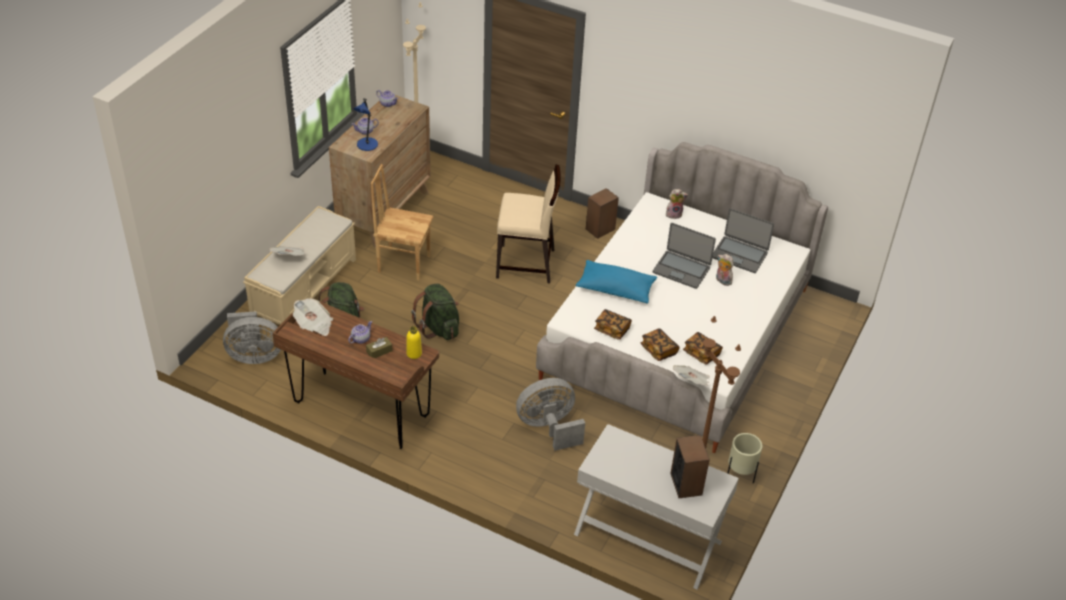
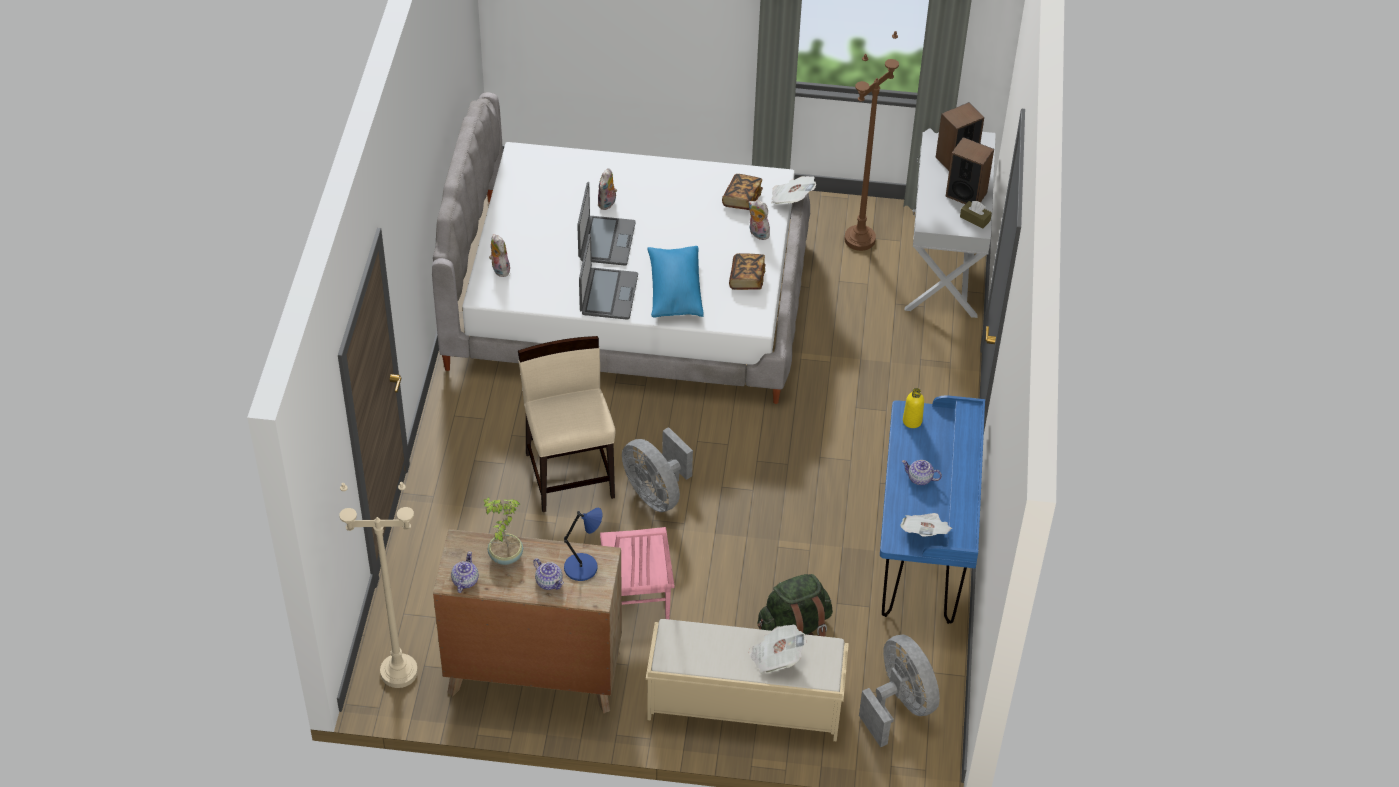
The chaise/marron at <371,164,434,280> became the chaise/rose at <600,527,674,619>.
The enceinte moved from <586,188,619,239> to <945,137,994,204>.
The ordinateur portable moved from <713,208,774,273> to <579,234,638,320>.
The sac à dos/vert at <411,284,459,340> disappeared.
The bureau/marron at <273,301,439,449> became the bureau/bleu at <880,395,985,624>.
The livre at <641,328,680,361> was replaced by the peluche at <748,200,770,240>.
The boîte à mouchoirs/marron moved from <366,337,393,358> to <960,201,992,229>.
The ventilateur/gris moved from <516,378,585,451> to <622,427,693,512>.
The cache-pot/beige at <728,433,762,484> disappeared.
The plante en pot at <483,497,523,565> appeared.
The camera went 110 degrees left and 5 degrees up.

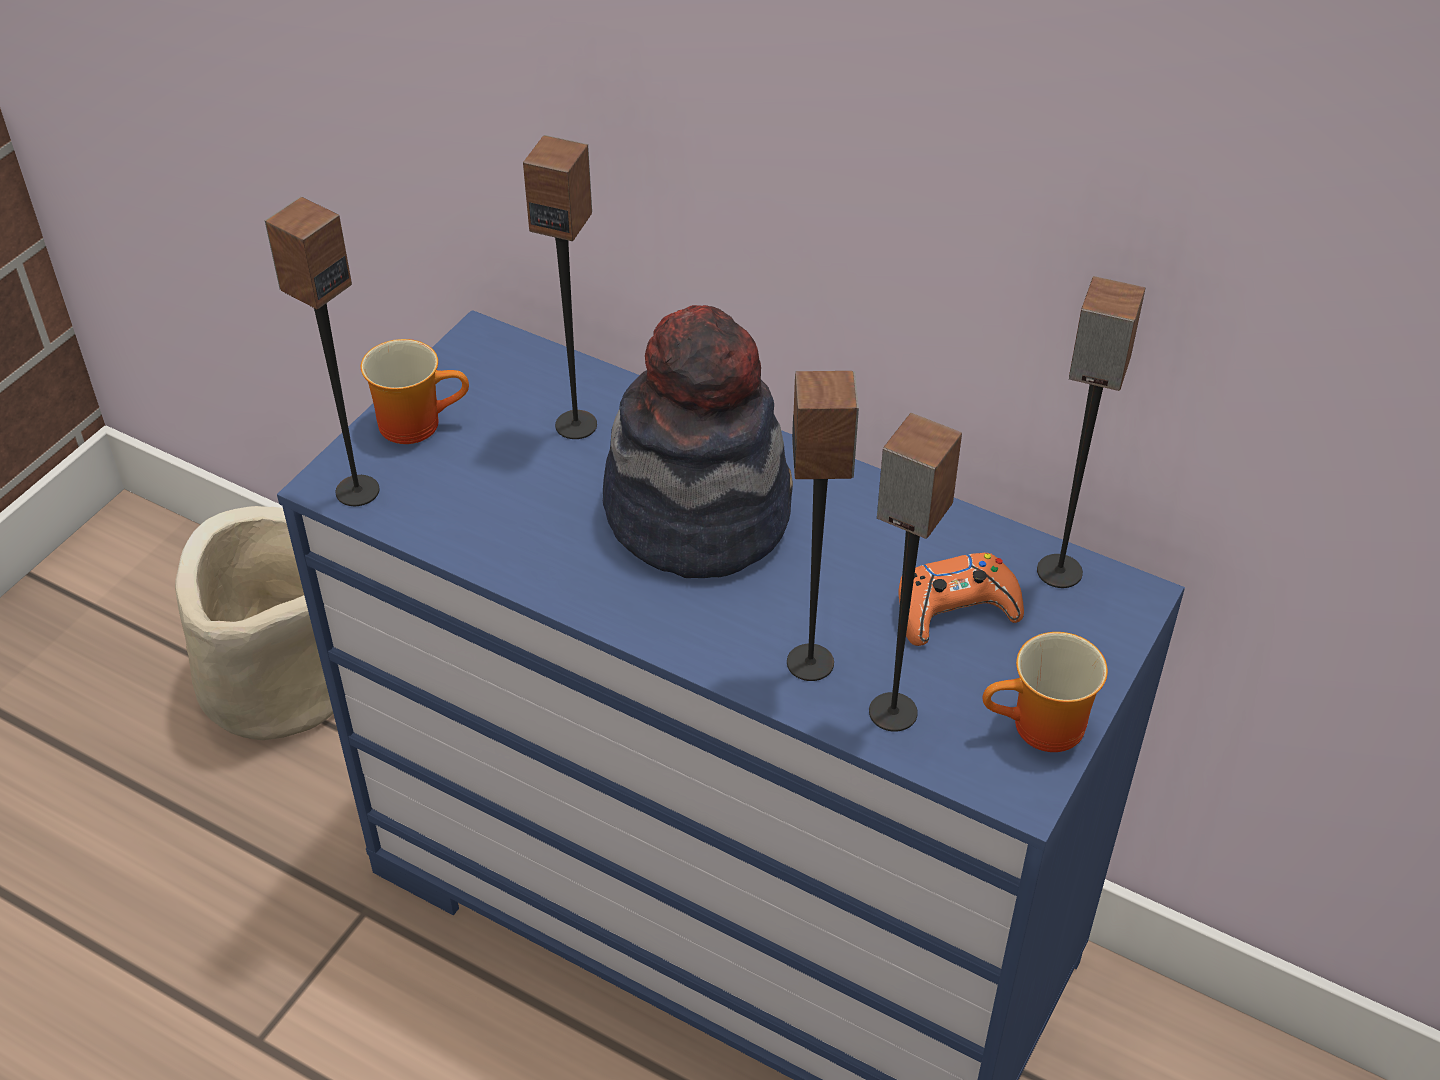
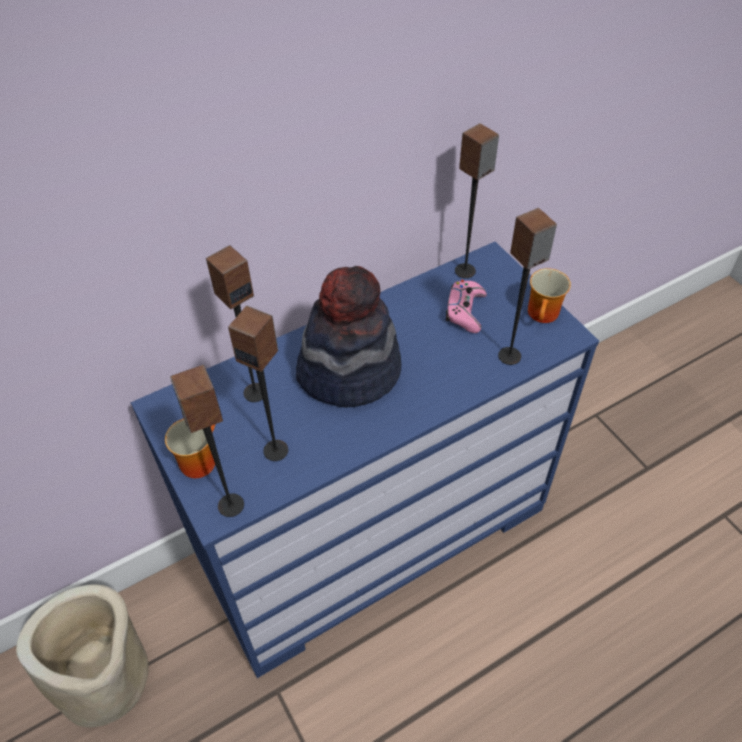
The enceinte moved from <787,371,859,681> to <228,306,288,461>.
The manette/orange at <898,553,1024,646> became the manette/rose at <446,280,487,333>.
The camera went 60 degrees left and 5 degrees up.

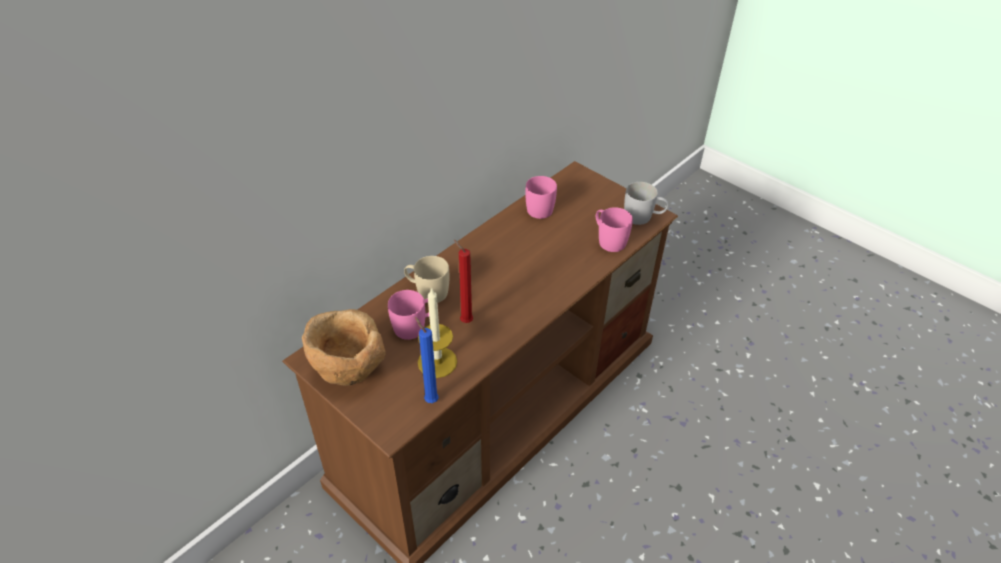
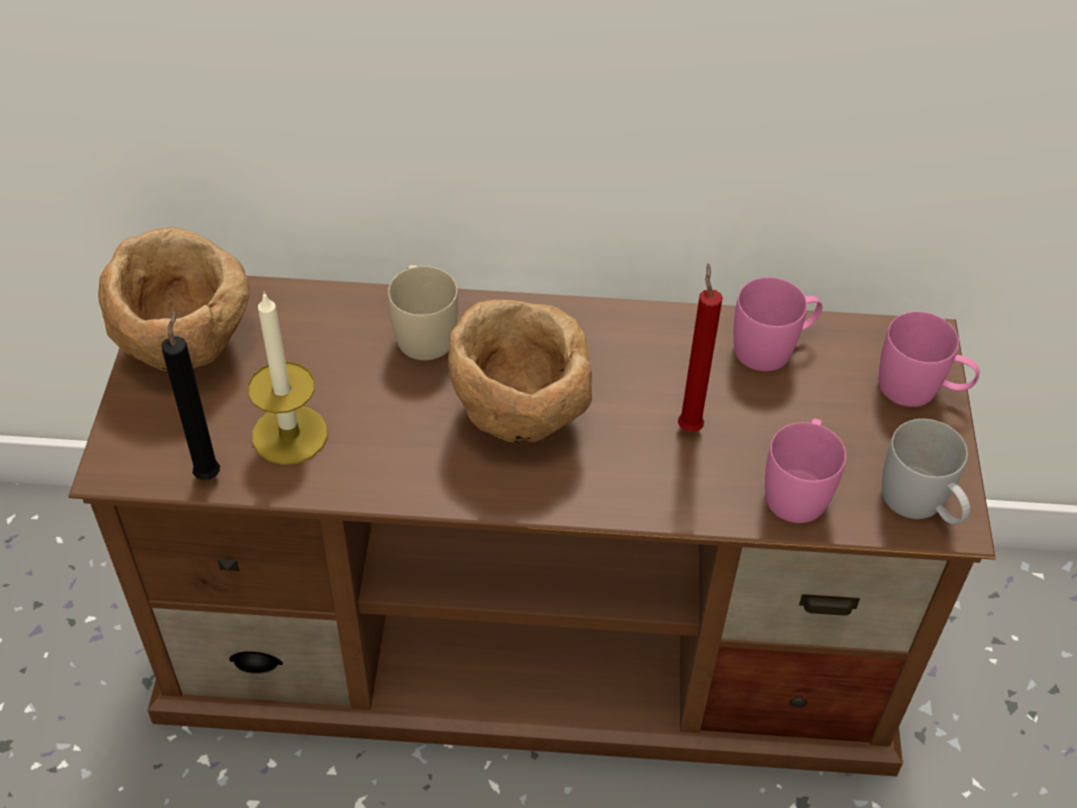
The bougie/rouge moved from <454,240,473,323> to <678,263,723,432>.
The mug/rose moved from <388,290,429,340> to <879,312,980,407>.
The bougie/bleu at <415,317,439,403> became the bougie/noir at <162,309,220,480>.
The bol/marron at <448,300,592,443> appeared.
The camera went 50 degrees right and 5 degrees up.

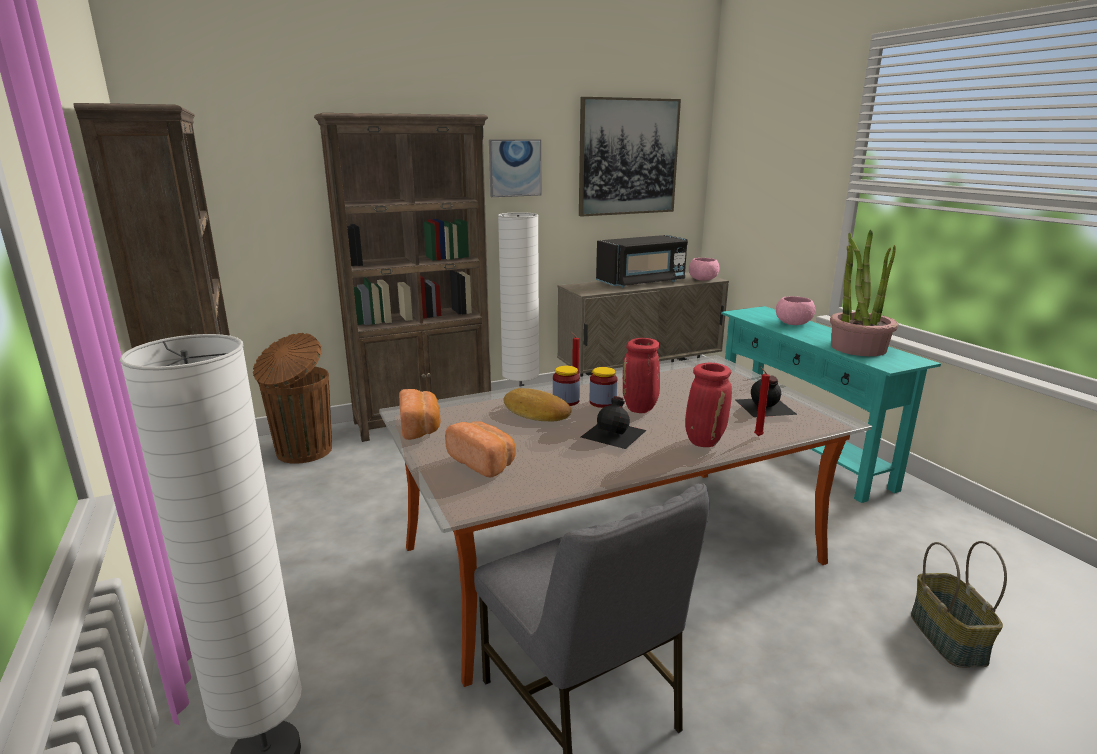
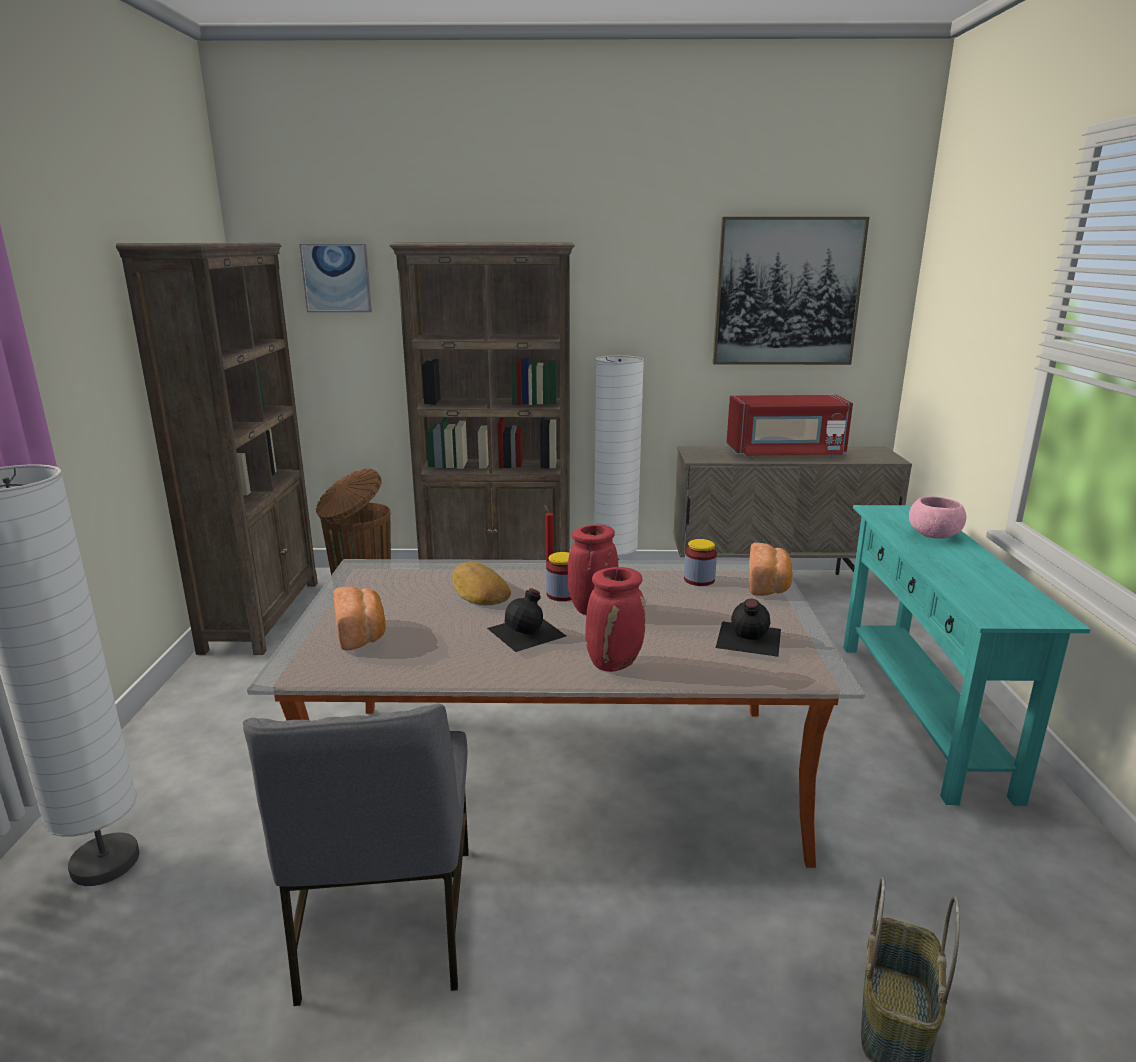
The tableau moved from <489,139,541,197> to <299,244,372,312>.
The plante en pot at <830,230,899,356> disappeared.
The micro-ondes/noir at <596,235,688,288> became the micro-ondes/rouge at <726,395,853,458>.
The bol/rose at <689,258,719,281> disappeared.
The bocal moved from <553,366,580,406> to <684,539,717,586>.
The bougie/rouge at <754,366,770,436> disappeared.
The pain moved from <399,389,441,440> to <749,542,793,596>.
The camera went 25 degrees right and 0 degrees up.

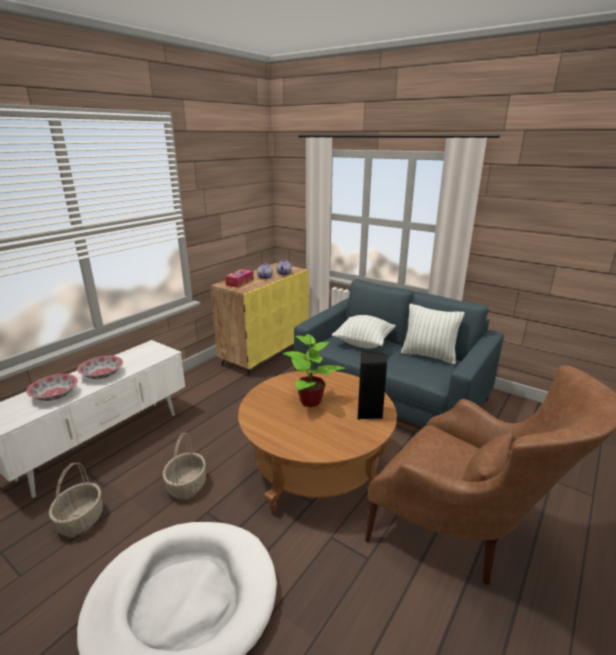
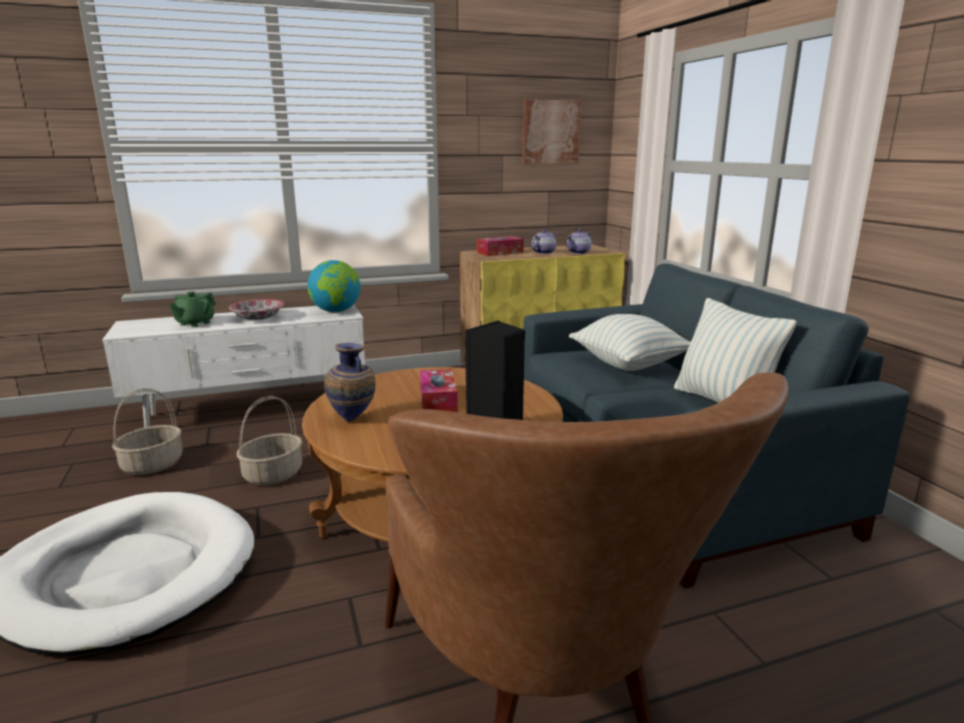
The plante en pot at <282,334,346,407> was replaced by the boîte à mouchoirs at <420,369,458,412>.
The bol at <26,374,78,401> was replaced by the théière/vert at <169,292,216,327>.
The tableau at <522,99,582,164> appeared.
The globe at <307,260,360,312> appeared.
The vase at <324,343,376,422> appeared.
The camera went 35 degrees right and 5 degrees down.

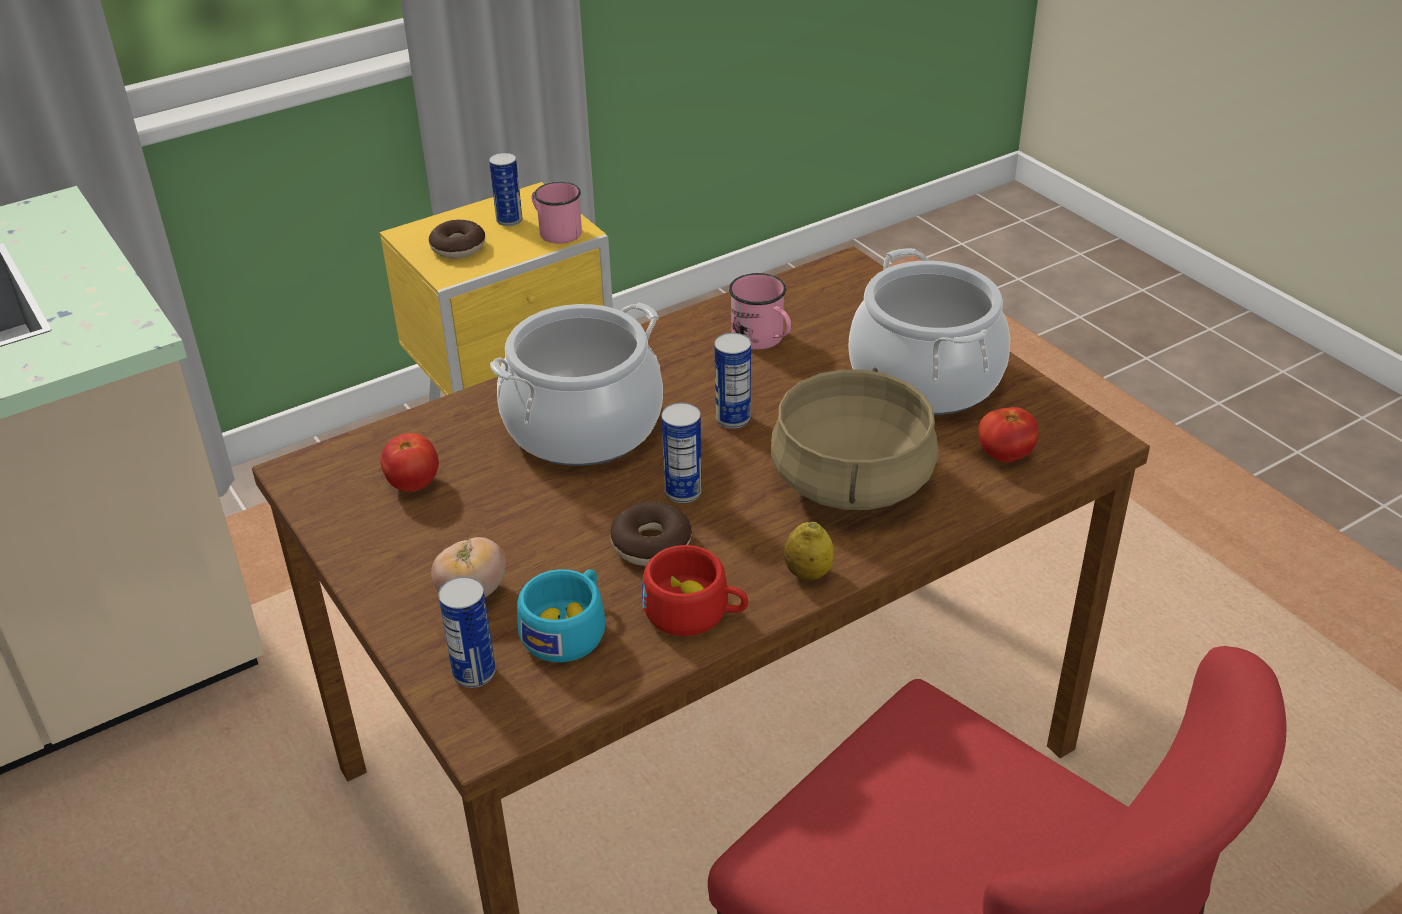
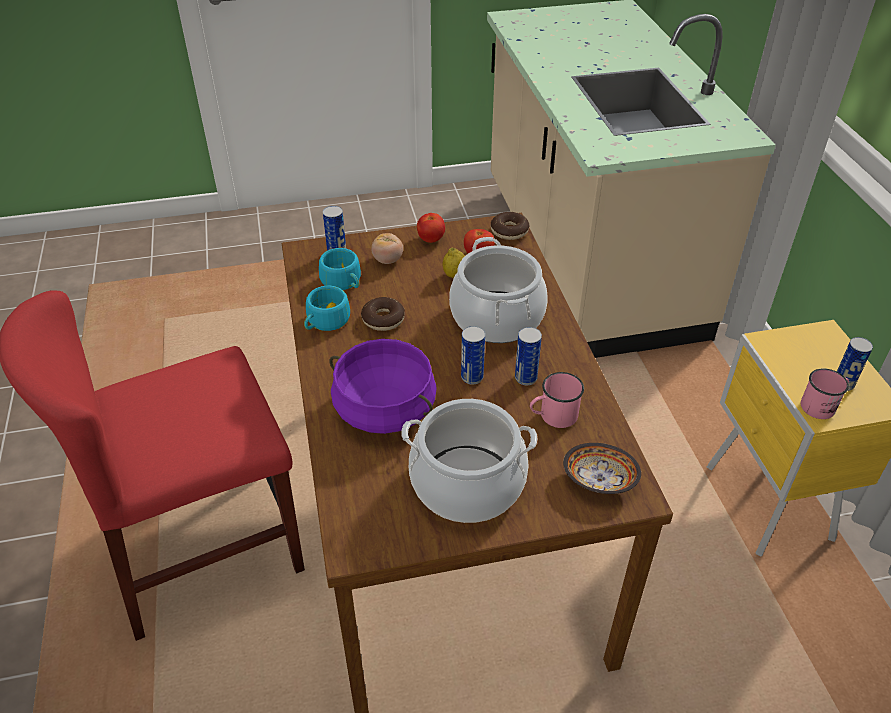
The beignet moved from <429,220,485,259> to <491,212,529,240>.
The marmite/beige at <771,368,939,510> became the marmite/violet at <330,339,437,434>.
The boîte métallique moved from <662,403,702,503> to <515,327,542,385>.
The tomate moved from <978,407,1038,462> to <417,213,445,243>.
The citron moved from <784,522,834,581> to <442,247,465,278>.
The tasse/rouge at <642,545,748,636> became the tasse/turquoise at <304,286,350,331>.
The bol at <563,443,641,494> appeared.
The camera went 110 degrees right and 5 degrees up.

